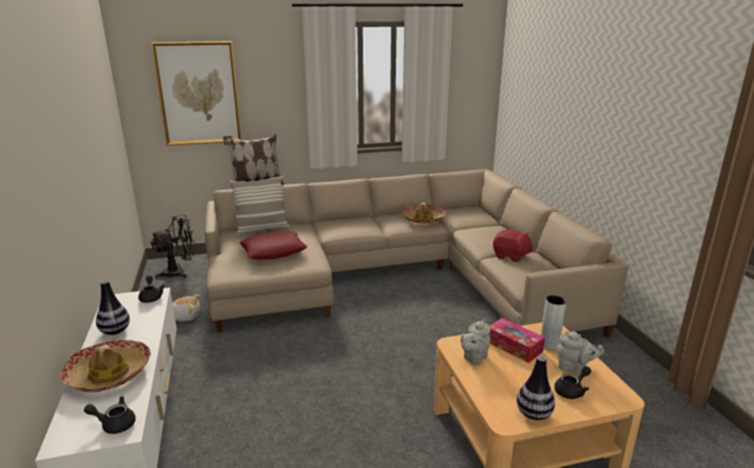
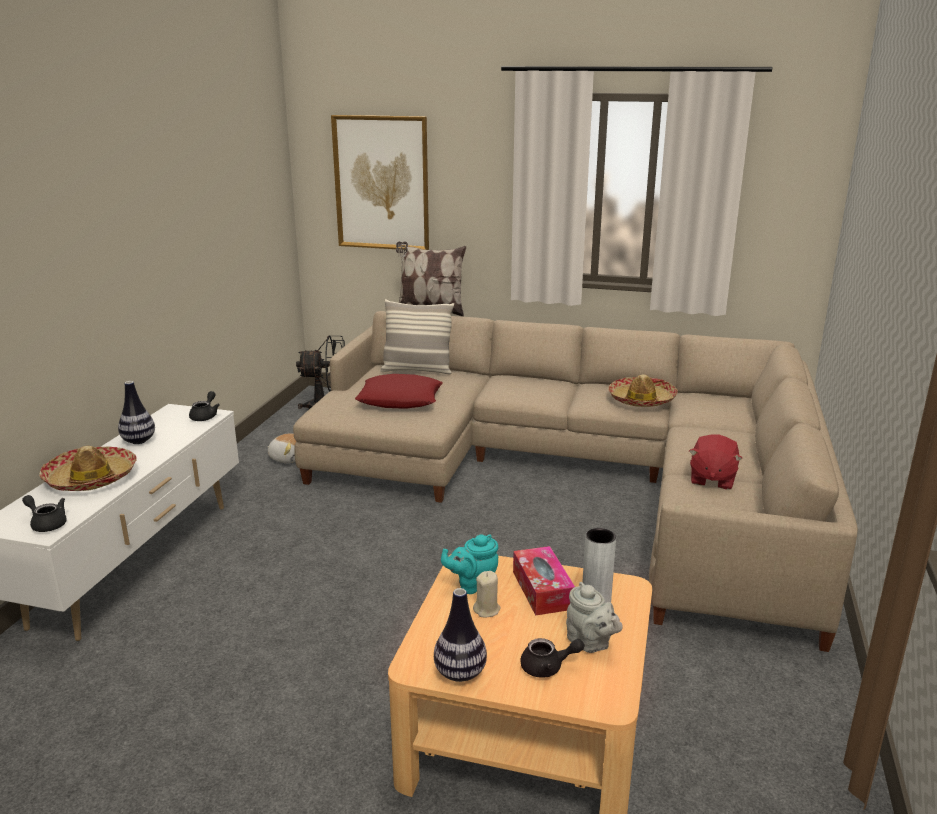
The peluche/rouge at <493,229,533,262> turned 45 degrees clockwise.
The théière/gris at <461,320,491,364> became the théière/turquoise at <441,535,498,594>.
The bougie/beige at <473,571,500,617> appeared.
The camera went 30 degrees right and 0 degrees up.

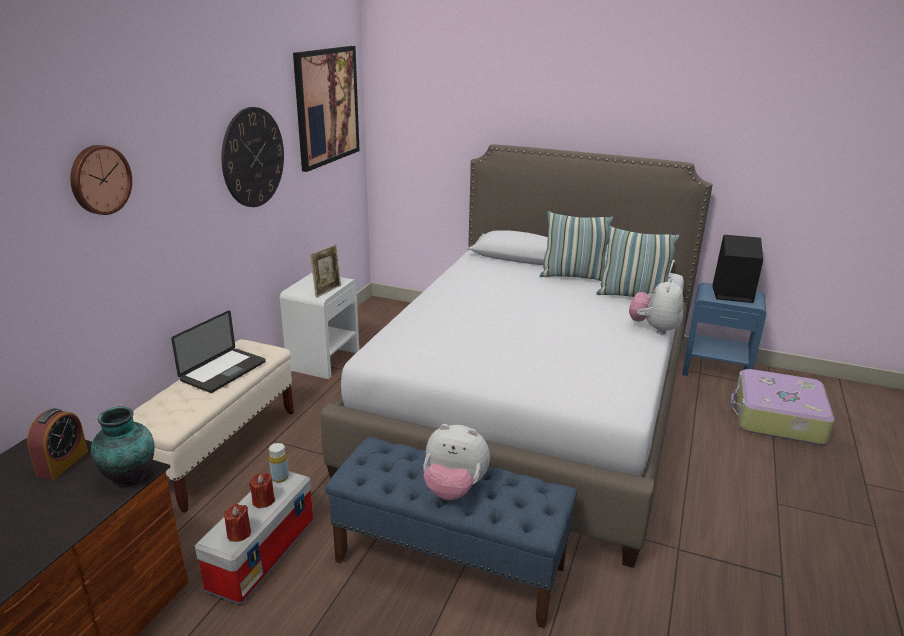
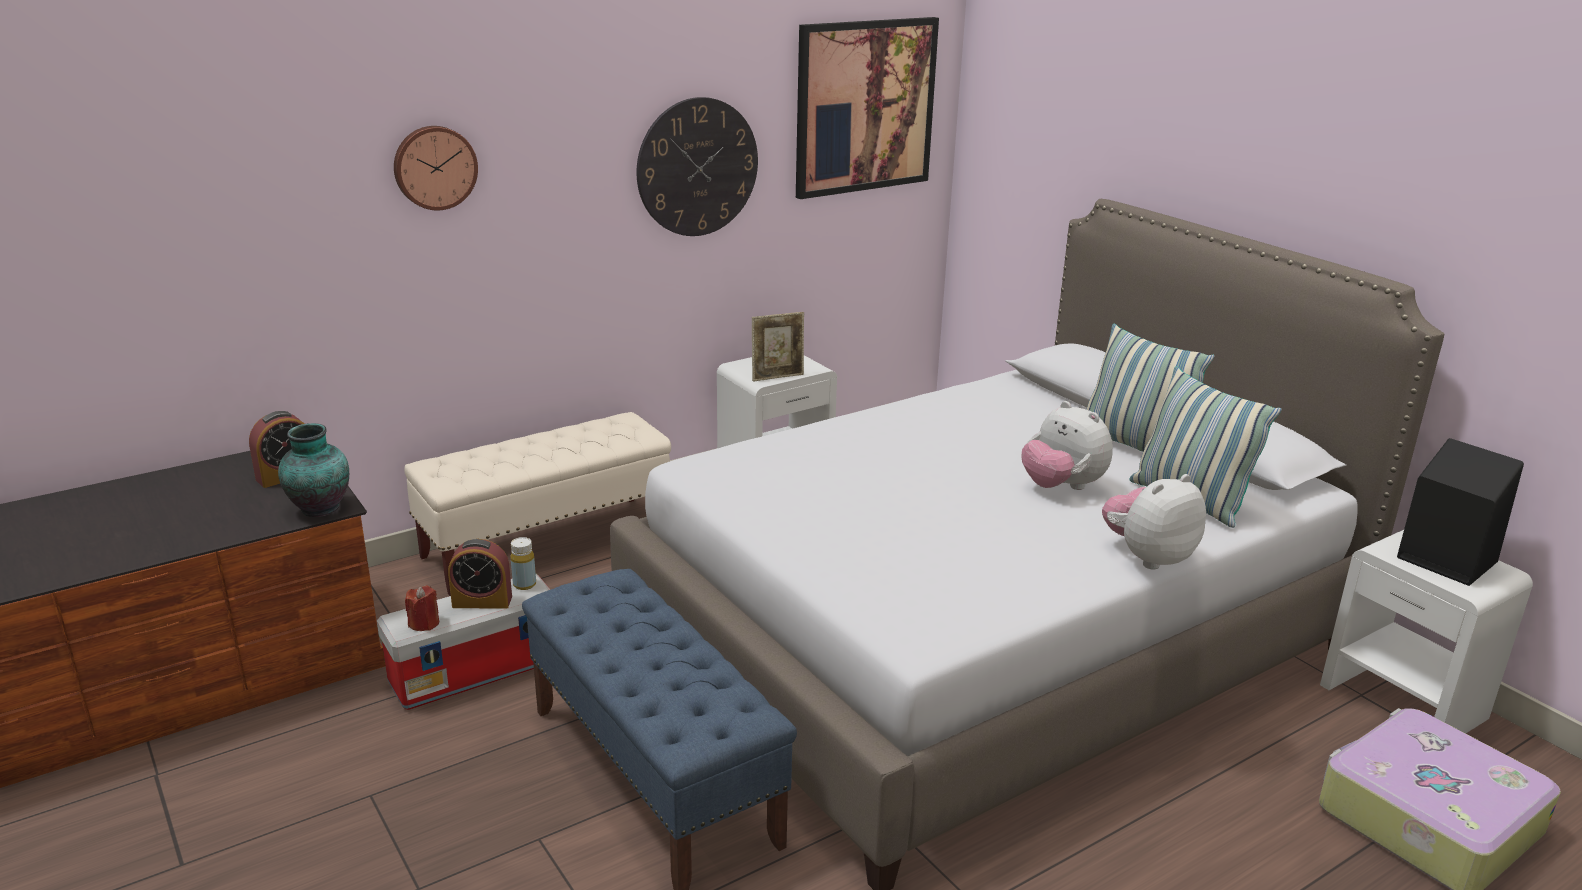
The table de chevet/bleu at <682,283,766,376> became the table de chevet/blanc at <1320,530,1533,734>.
The ordinateur portable at <171,310,266,393> disappeared.
The peluche moved from <423,424,490,501> to <1021,401,1113,490>.
The bougie/rouge at <250,473,275,509> was replaced by the réveil at <448,539,512,609>.
The camera went 35 degrees right and 0 degrees up.

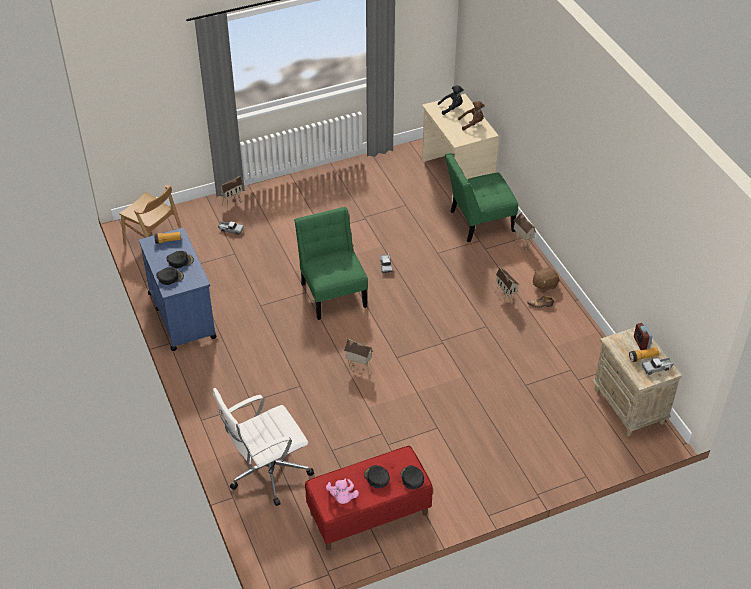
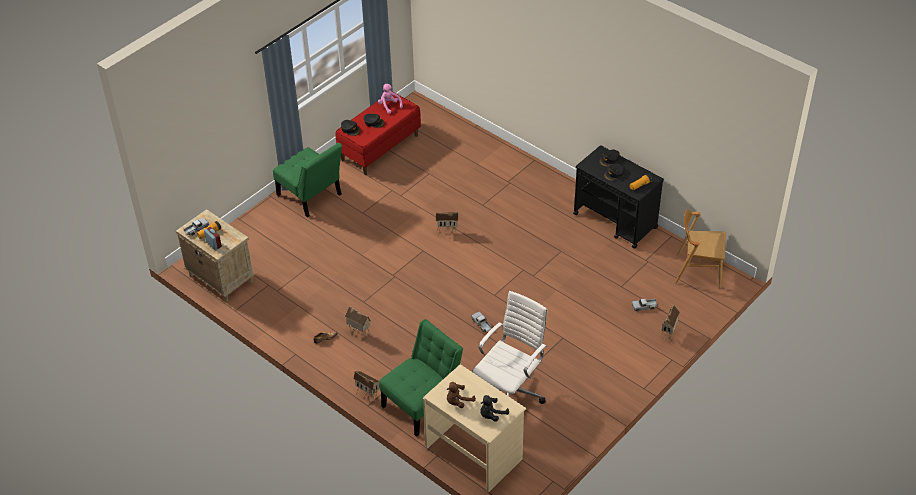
The chaise/vert moved from <294,207,368,320> to <273,143,342,218>.
The chariot/bleu at <139,227,217,351> became the chariot/noir at <573,145,664,249>.
The peluche/marron at <533,267,559,293> disappeared.
The chaise de bureau/blanc moved from <213,388,314,506> to <473,291,547,404>.
The camera went 155 degrees right and 0 degrees up.

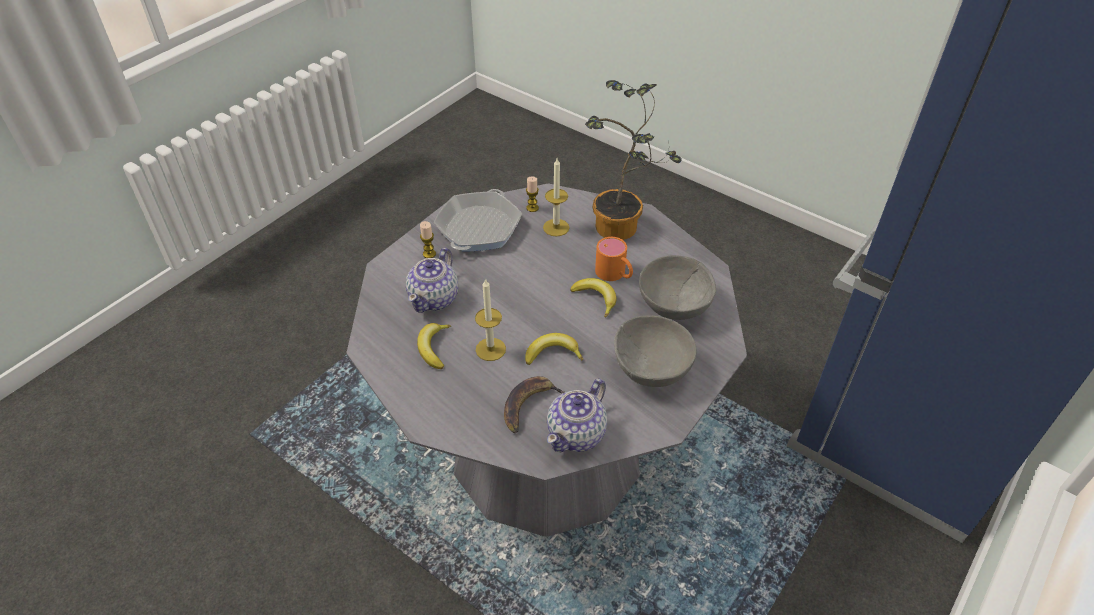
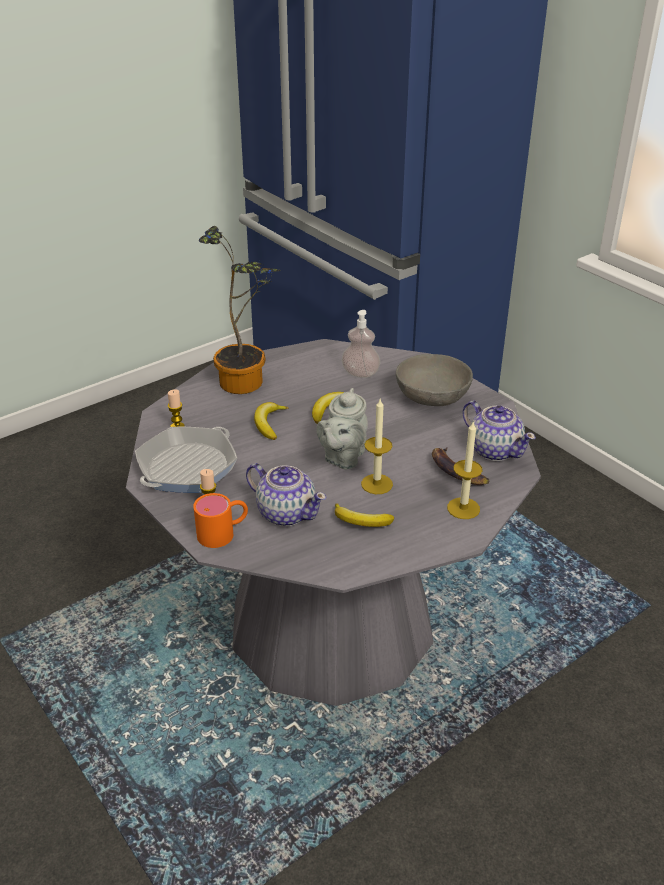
The bougie moved from <543,158,570,237> to <447,422,482,519>.
The poêle at <434,189,522,251> turned 90 degrees clockwise.
The mug/orange moved from <595,237,633,281> to <193,493,248,548>.
The bol/gris at <639,255,716,320> was replaced by the distributeur de savon at <341,310,381,378>.
The banane moved from <525,333,583,365> to <254,402,289,440>.
The théière/gris at <316,388,368,469> appeared.
The camera went 75 degrees left and 10 degrees down.

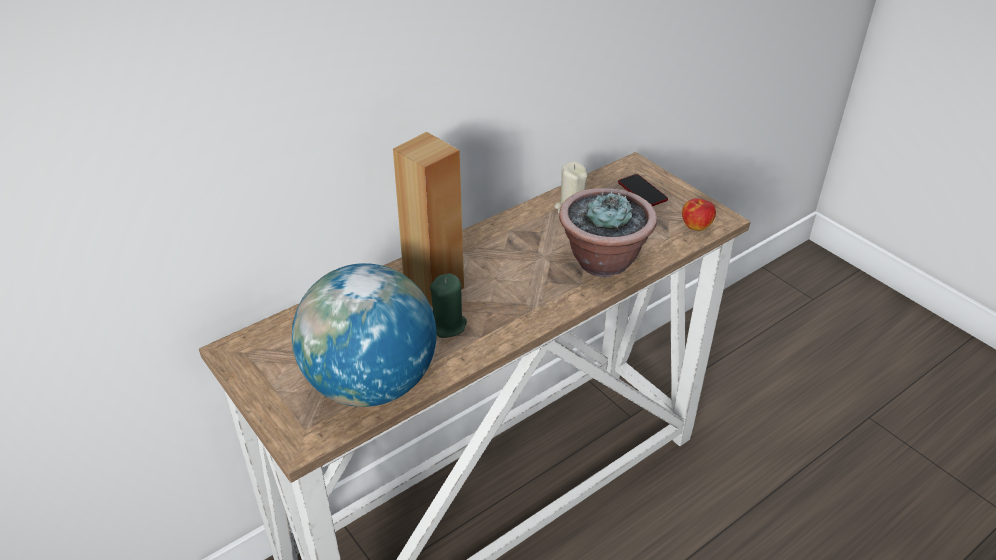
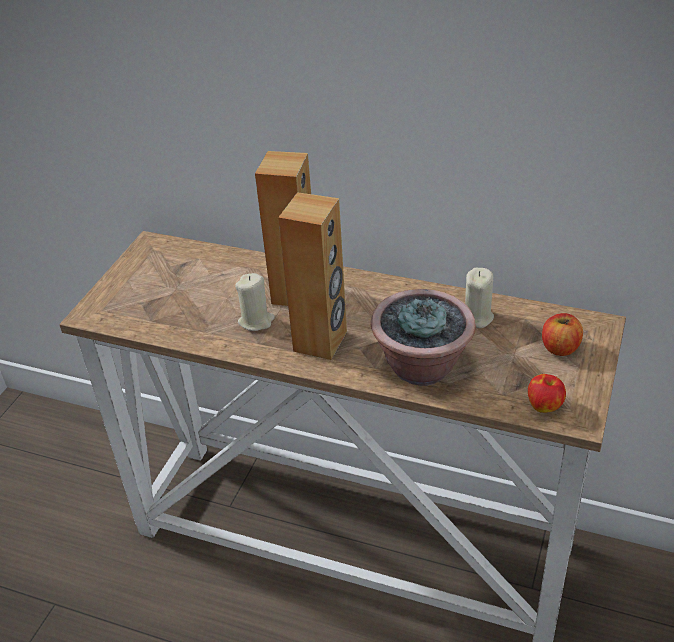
The téléphone at <618,174,668,206> was replaced by the pomme at <542,313,583,356>.
The globe at <292,263,436,407> disappeared.
The bougie/vert at <430,273,467,338> became the bougie/beige at <235,273,275,331>.
The enceinte/marron at <278,192,347,360> appeared.
The camera went 60 degrees right and 0 degrees up.

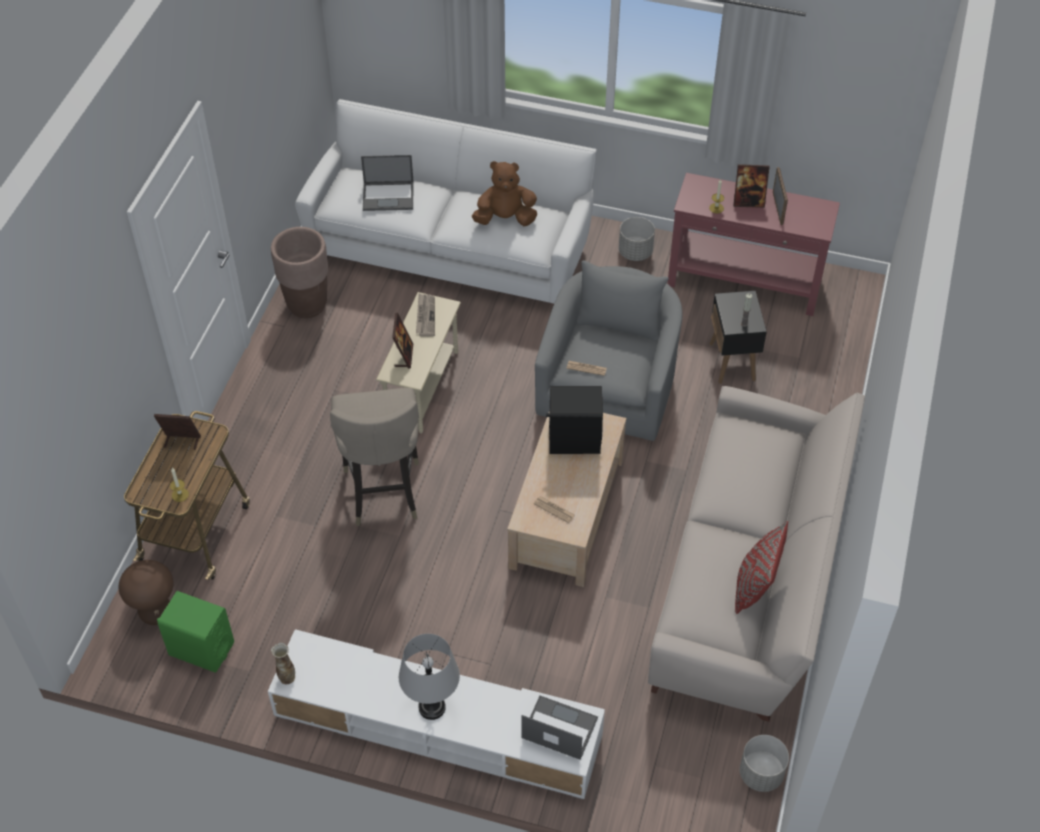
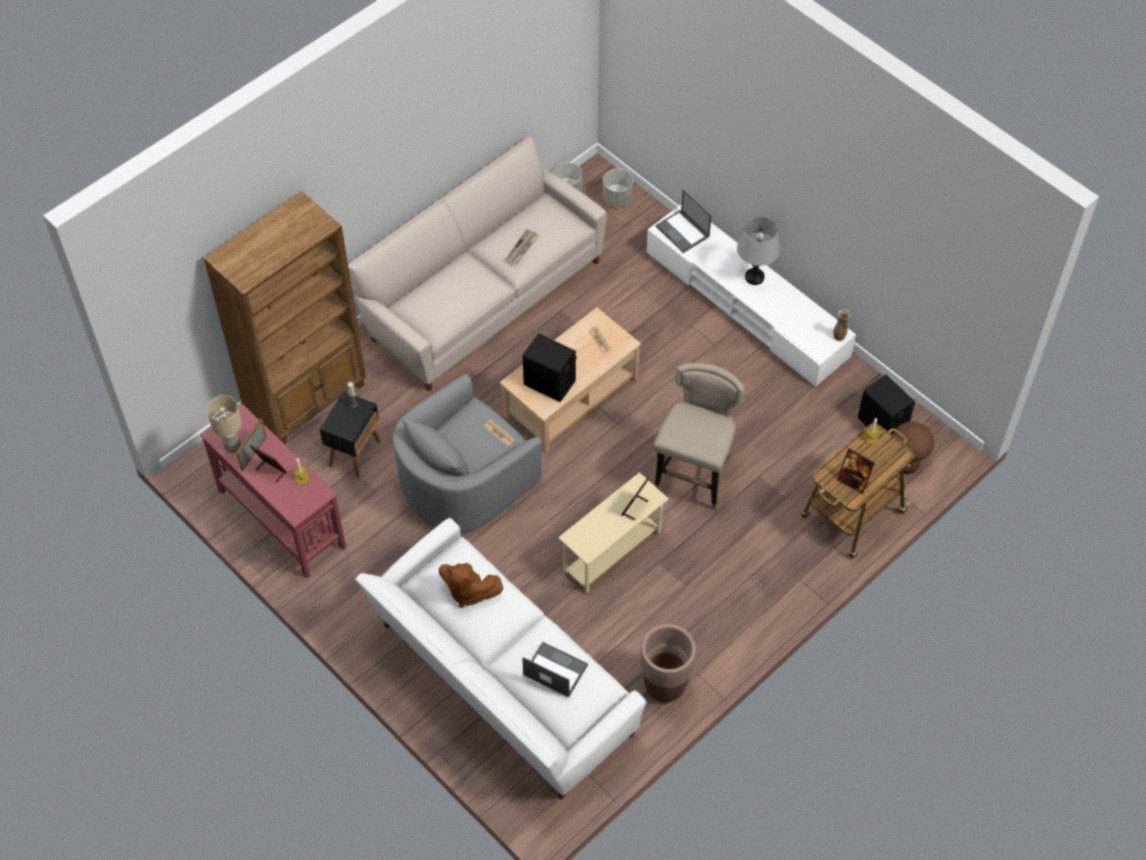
The cache-pot/gris moved from <619,217,655,261> to <603,168,633,207>.
The journal moved from <416,294,435,336> to <506,229,539,264>.
The coussin/rouge at <735,521,788,614> disappeared.
The enceinte/vert at <157,591,234,673> became the enceinte/noir at <857,375,915,438>.
The bibliothèque/marron at <203,191,366,444> appeared.
The lampe de table/beige at <207,395,242,453> appeared.
The camera went 150 degrees left and 5 degrees up.

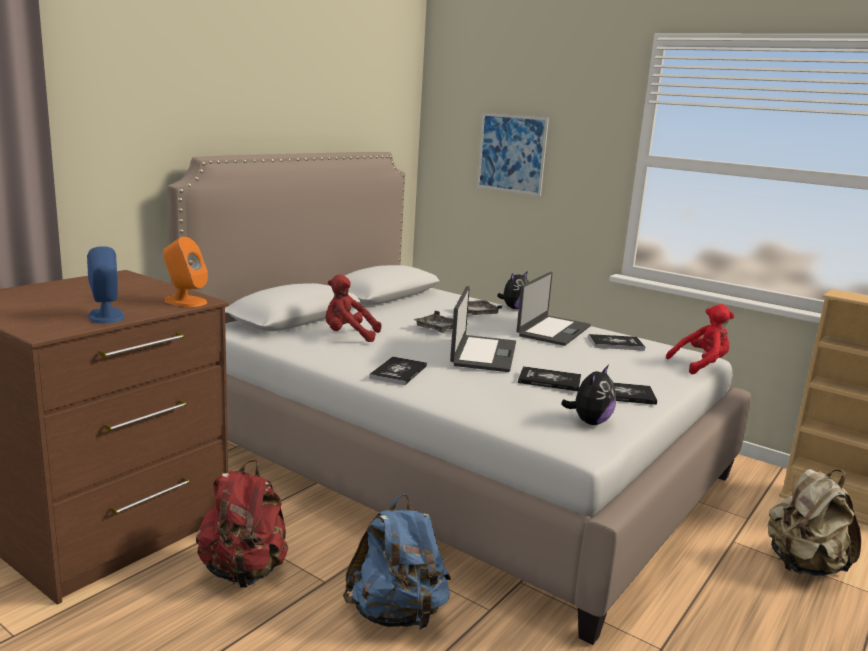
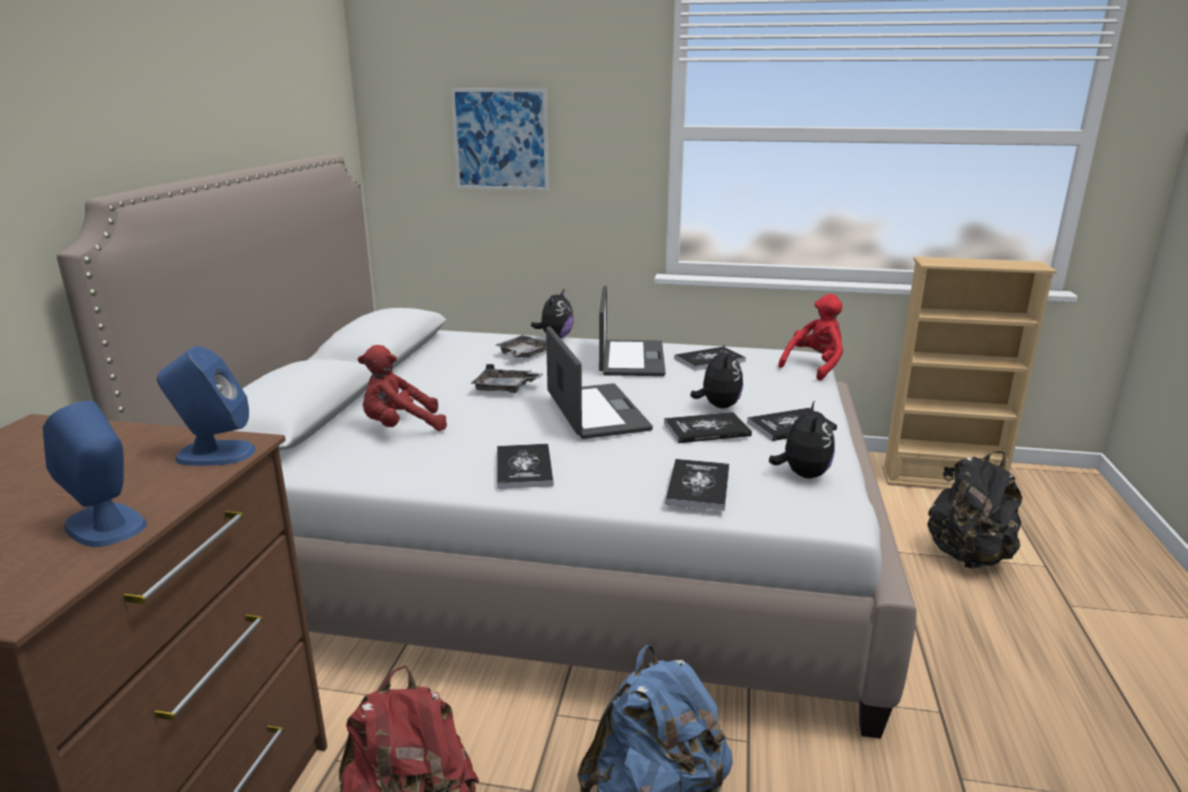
The enceinte/orange at <163,237,208,307> became the enceinte/bleu at <157,346,256,466>.
The sac à dos/beige at <768,469,861,576> became the sac à dos/noir at <927,452,1022,569>.
The peluche at <690,345,743,409> appeared.
The livre at <665,459,729,511> appeared.
The camera went 25 degrees left and 5 degrees up.

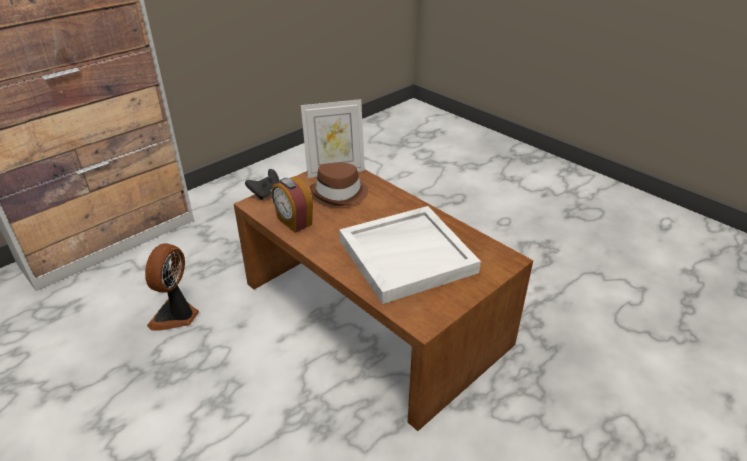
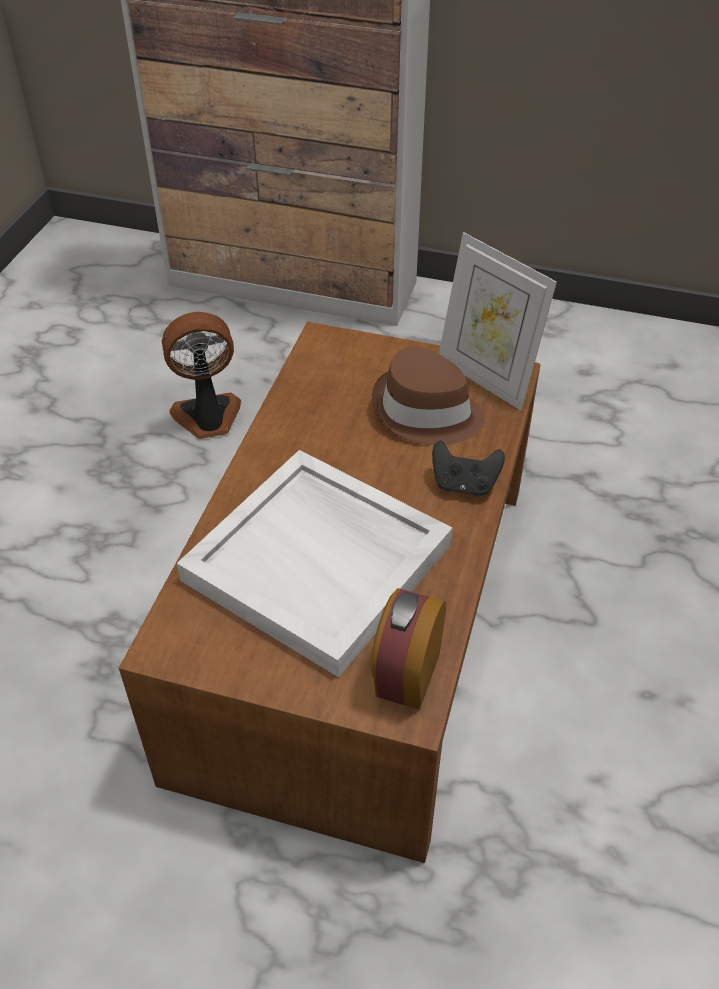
The manette/noir moved from <245,169,280,200> to <432,440,505,496>.
The réveil moved from <272,176,313,233> to <370,588,446,710>.
The camera went 60 degrees right and 10 degrees up.

